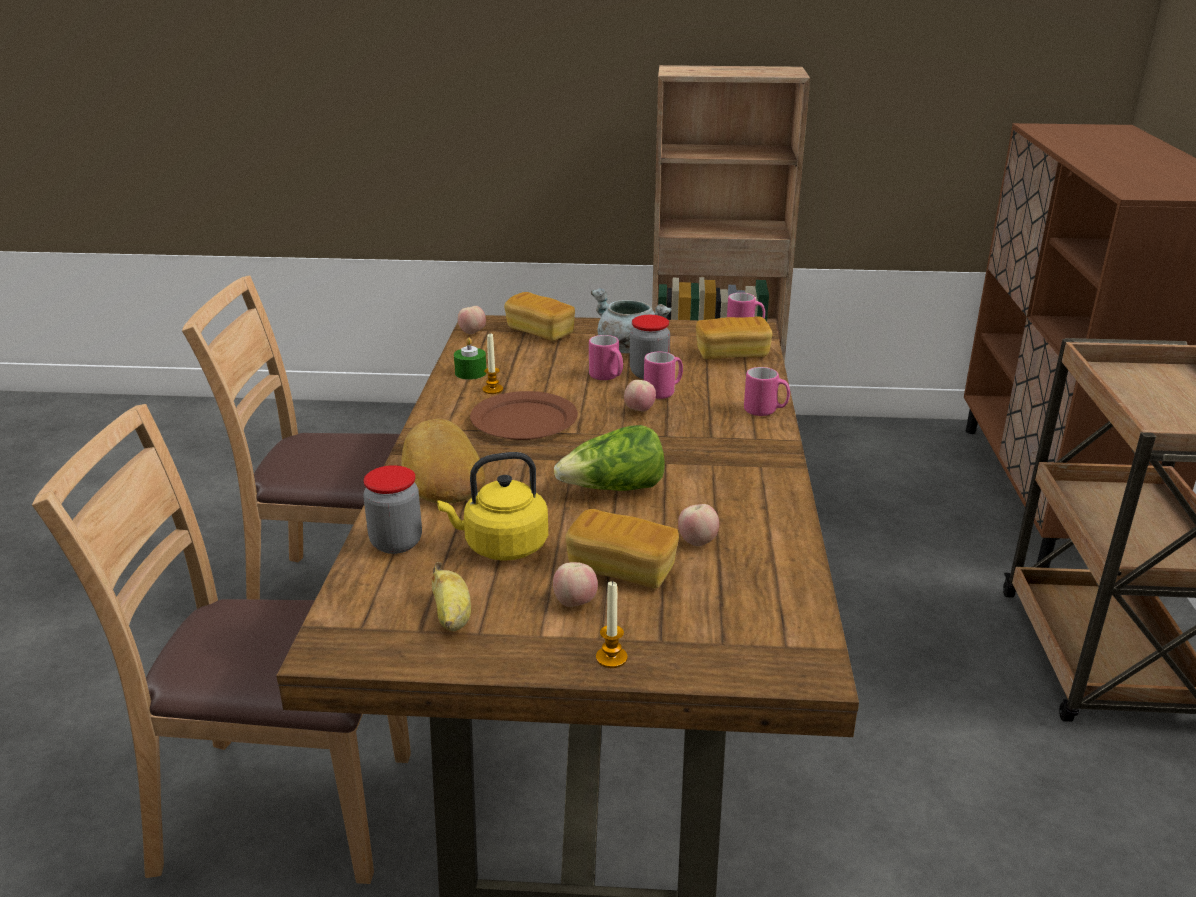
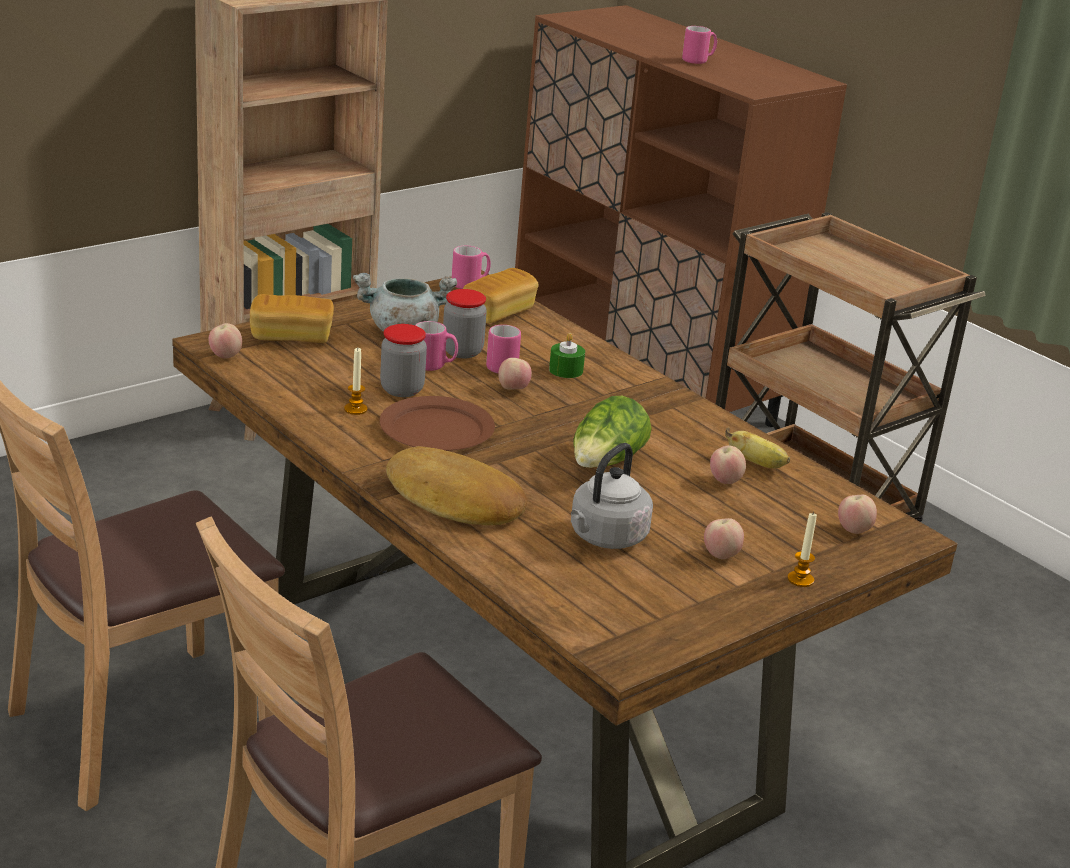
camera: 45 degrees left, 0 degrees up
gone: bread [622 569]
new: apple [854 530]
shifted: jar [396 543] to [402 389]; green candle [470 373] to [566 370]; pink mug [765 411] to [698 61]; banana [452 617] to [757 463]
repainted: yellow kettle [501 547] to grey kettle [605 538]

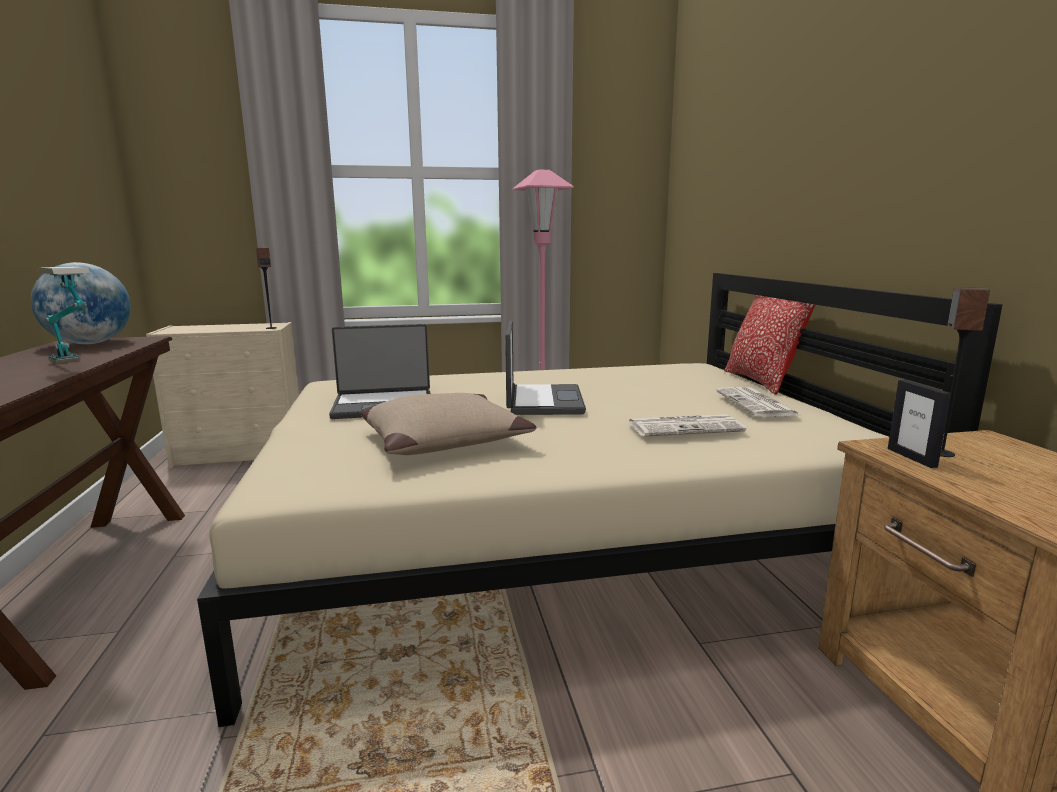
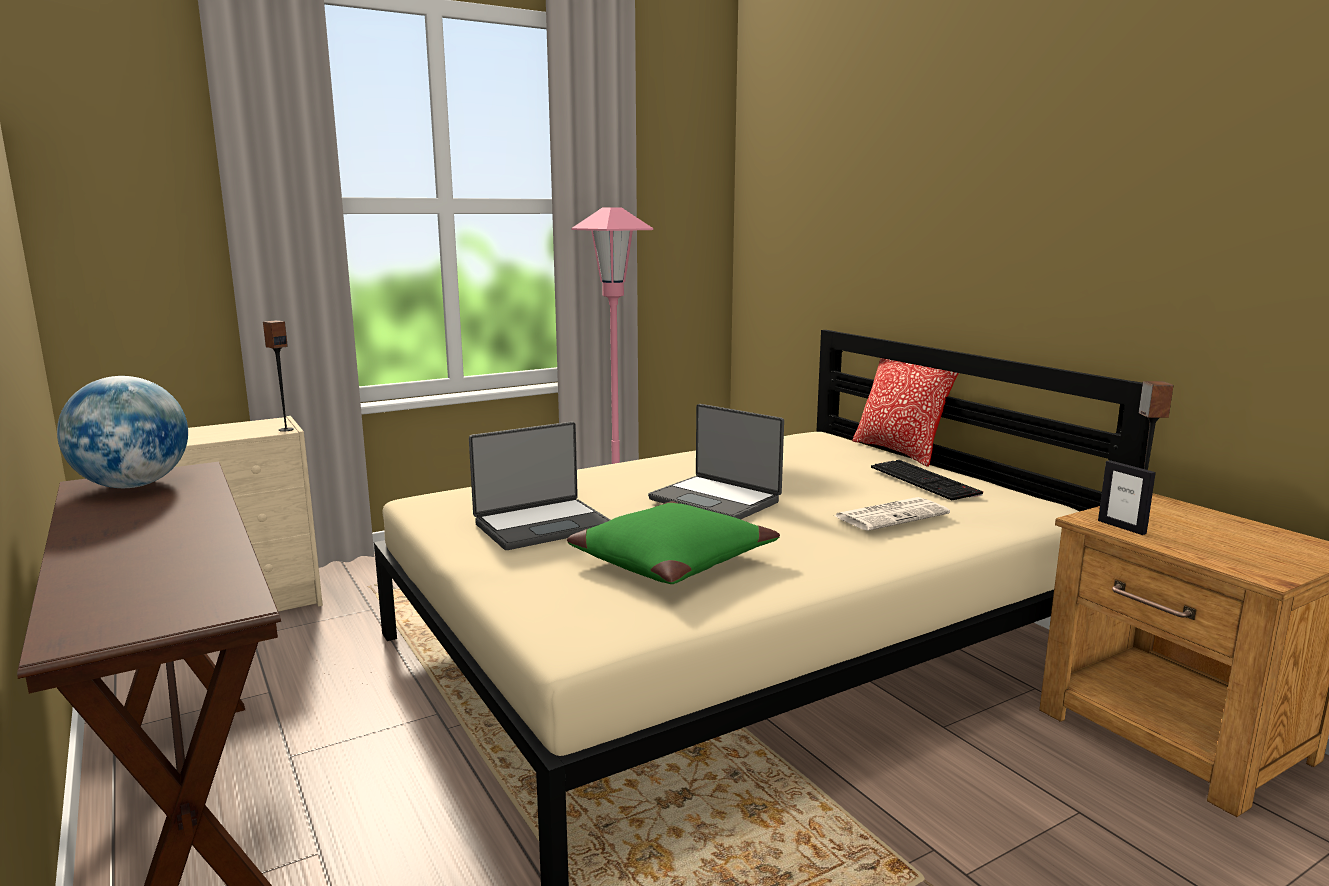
camera: 20 degrees left, 0 degrees up
gone: table lamp [77 364]
swapped: newspaper [757 404] to keyboard [926 480]
repainted: beige pillow [443 440] to green pillow [671 560]
rotated: laptop [542 401] = [716 500] 150 degrees clockwise

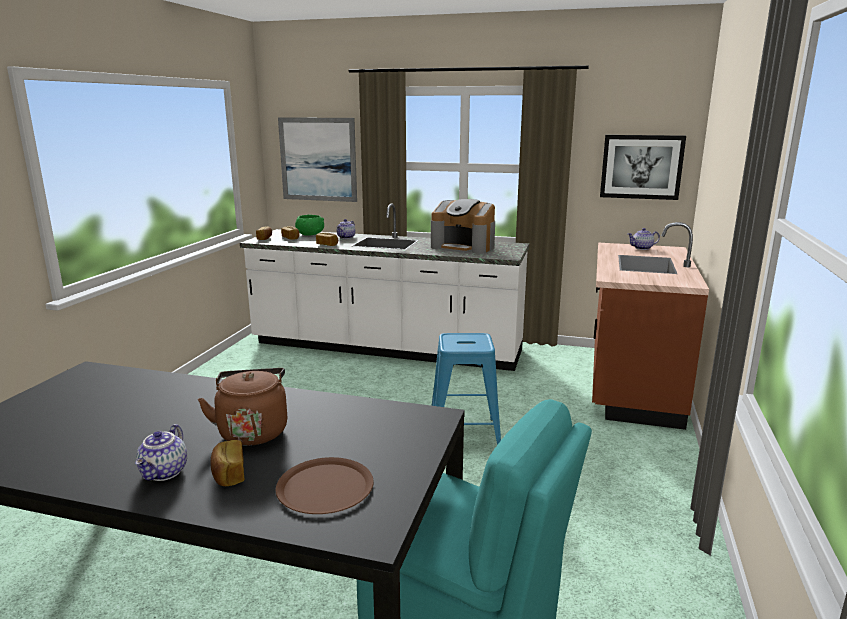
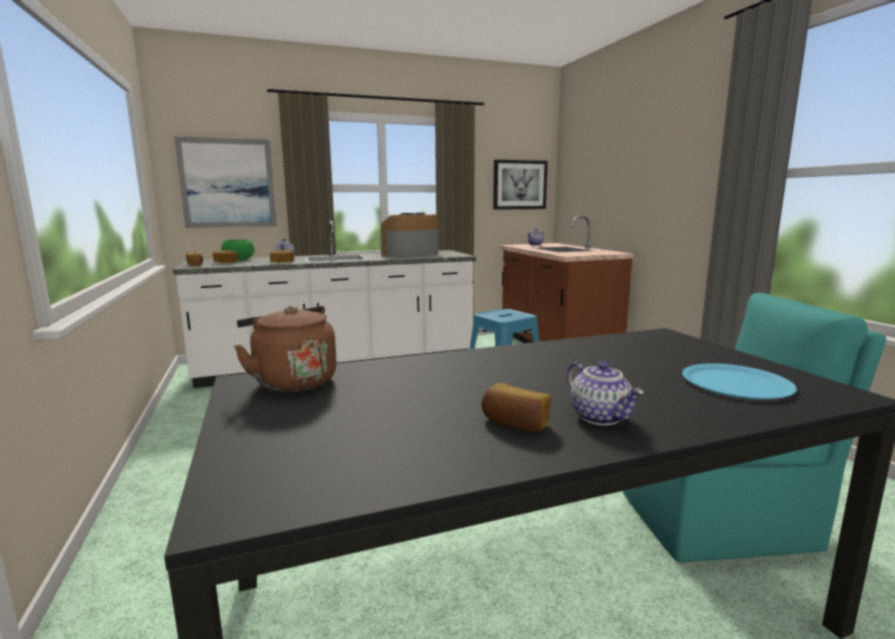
camera: 35 degrees left, 5 degrees down
shifted: brown kettle [253 431] to [292 381]; bread [228 474] to [515 423]
repainted: brown plate [325 487] to blue plate [735 383]
rotated: coffee machine [463 247] = [410 254] 150 degrees clockwise

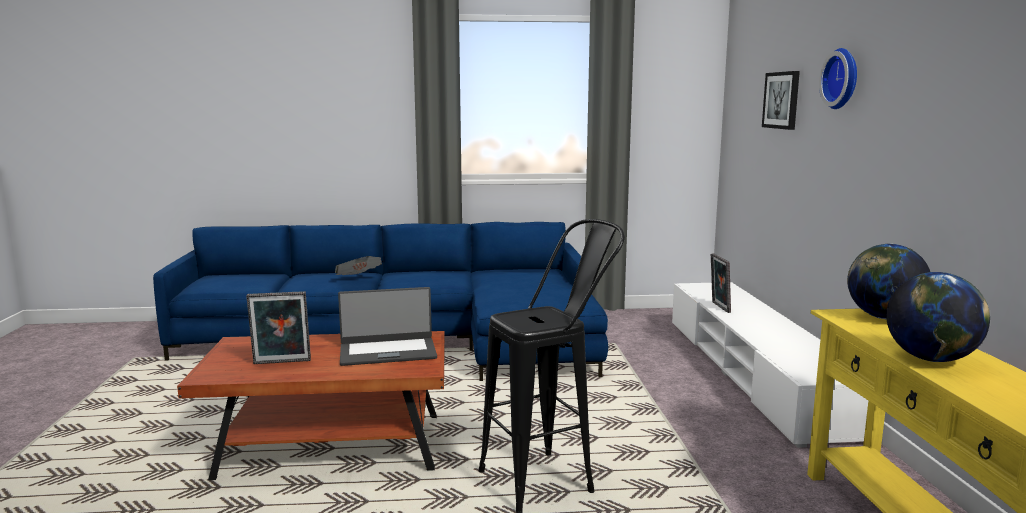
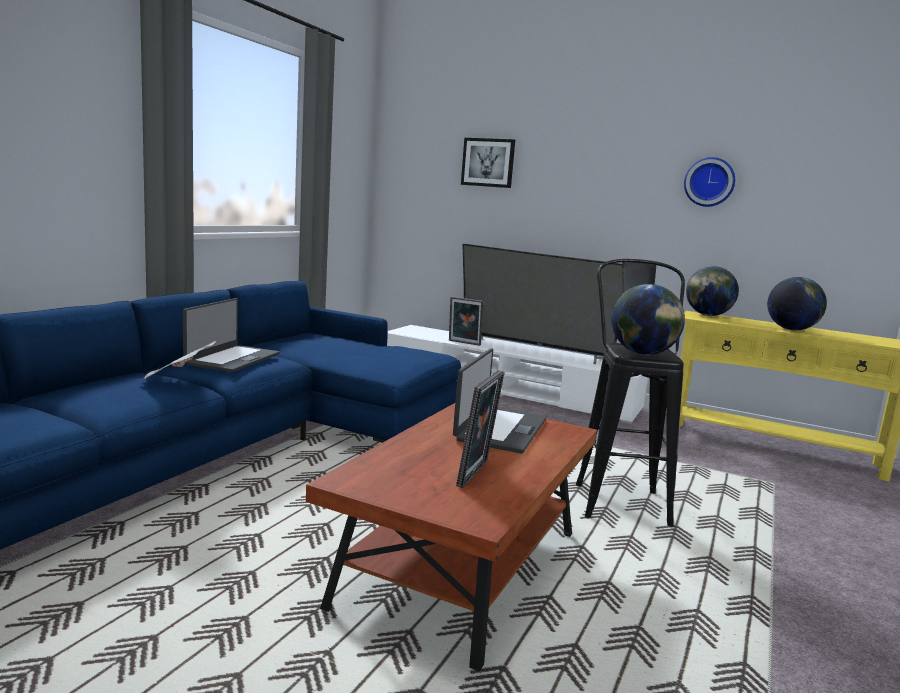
camera: 60 degrees left, 0 degrees up
new: laptop [232 359]; television [534 350]; globe [642 354]
shifted: wall clock [843 79] to [709 182]

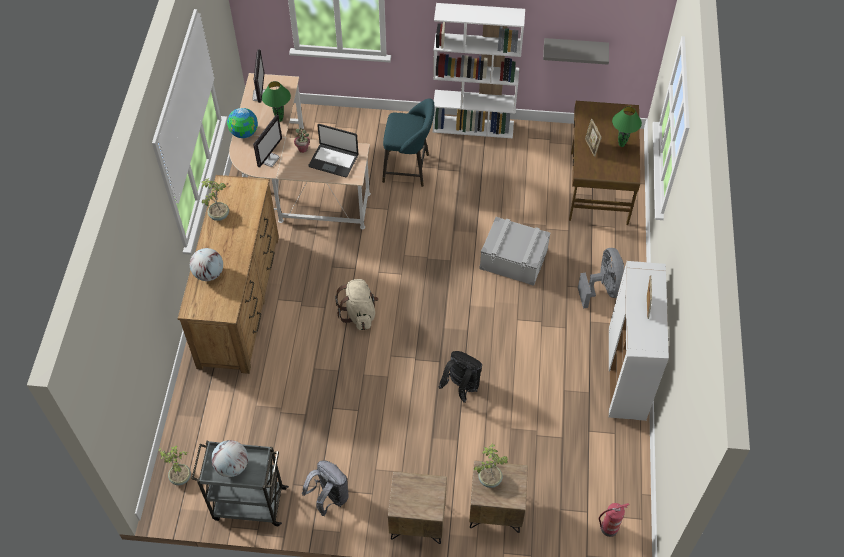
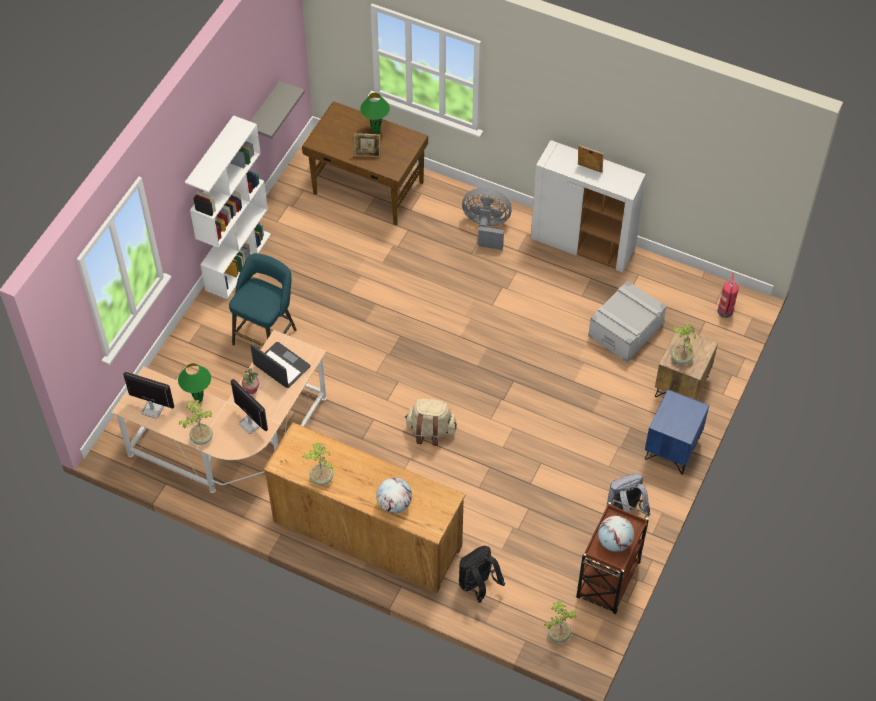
camera: 70 degrees left, 0 degrees up
shifted: black backpack [461 387] to [478 585]; grey storage box [513 259] to [625 330]
swapped: globe [244 133] to potted plant [201 437]
repainted: grey cart [248 503] to brown cart [607 581]; brown nightstand [417 521] to blue nightstand [672 449]
rotated: laptop [333 160] = [281 366] 90 degrees counterclockwise

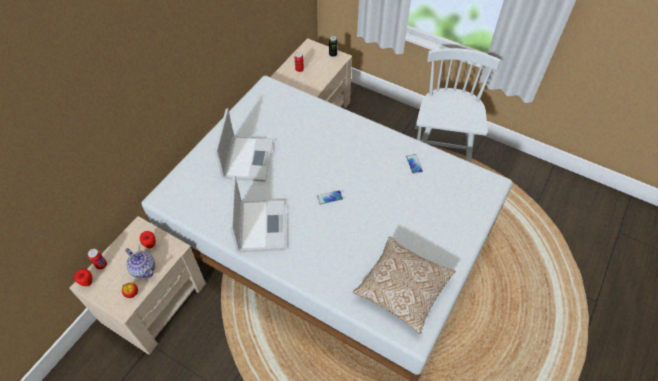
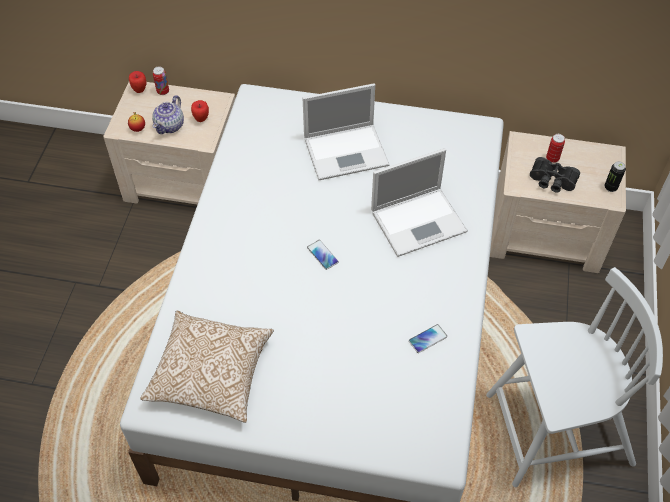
camera: 70 degrees right, 0 degrees up
new: black binoculars [552 181]
shifted: laptop [261 224] to [420 221]

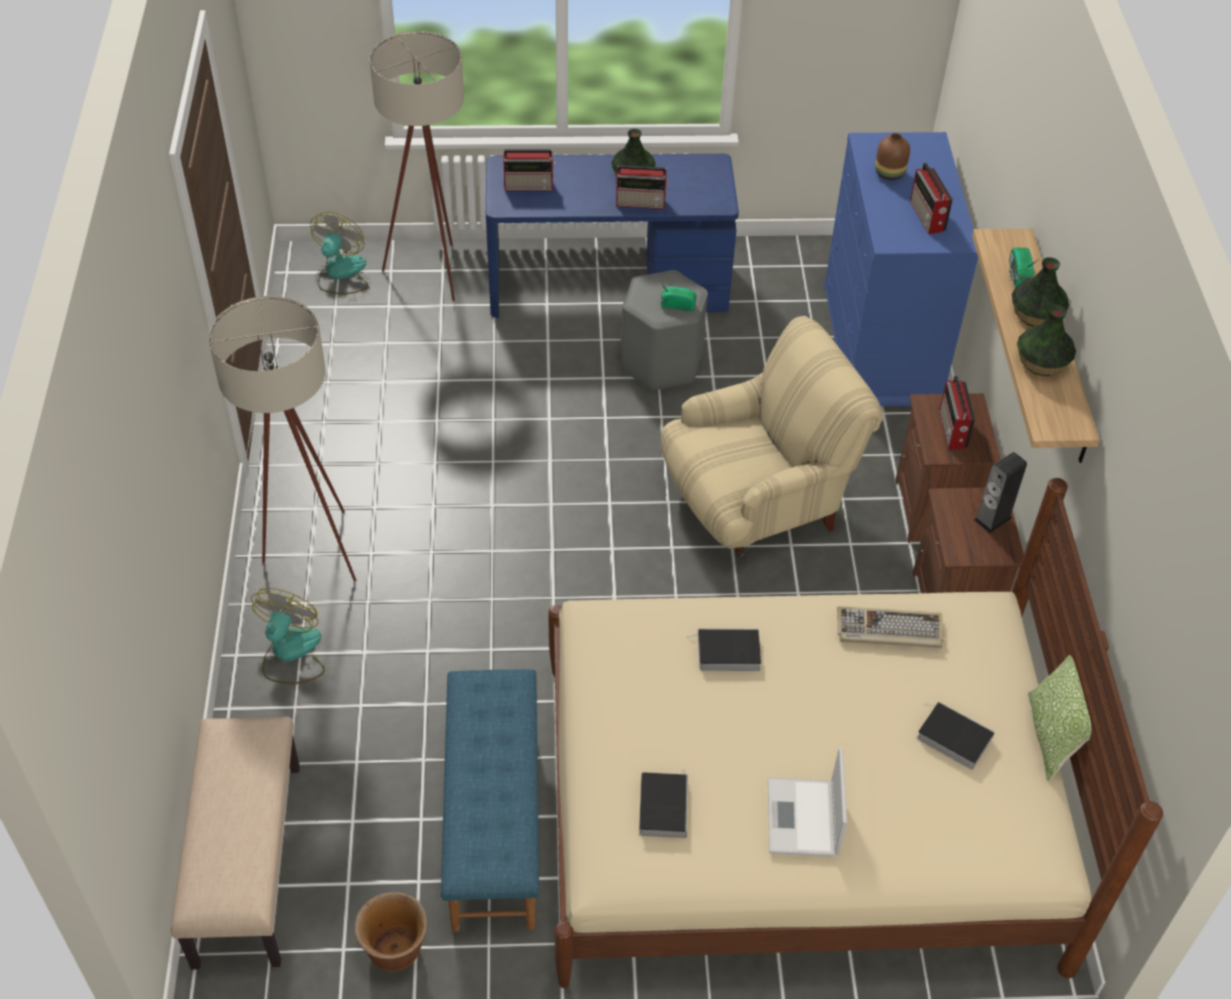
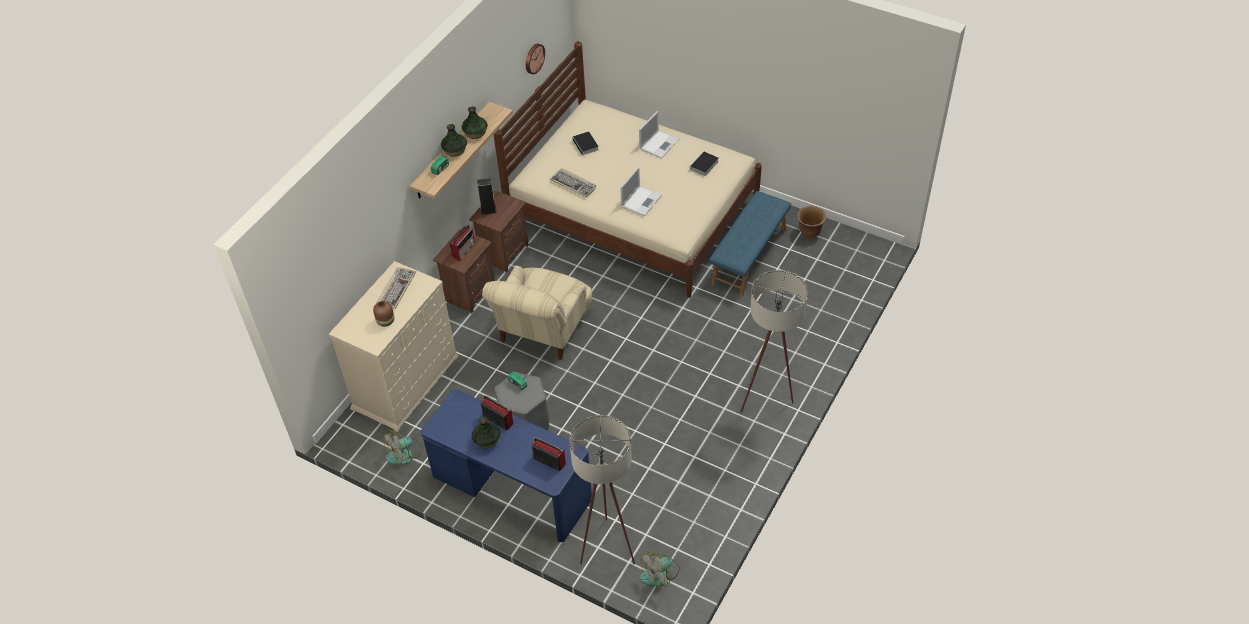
camera: 145 degrees left, 0 degrees up
gone: beige bench [246 863]; pillow [1052 736]
new: wall clock [533 58]
shifted: fan [291 653] to [405 454]
swapped: radio [927 217] to keyboard [396 288]; book [726 653] to laptop [641 200]
repainted: blue dresser [882 345] to beige dresser [405 382]
rotated: beige armchair [757 501] = [543 330] 75 degrees counterclockwise

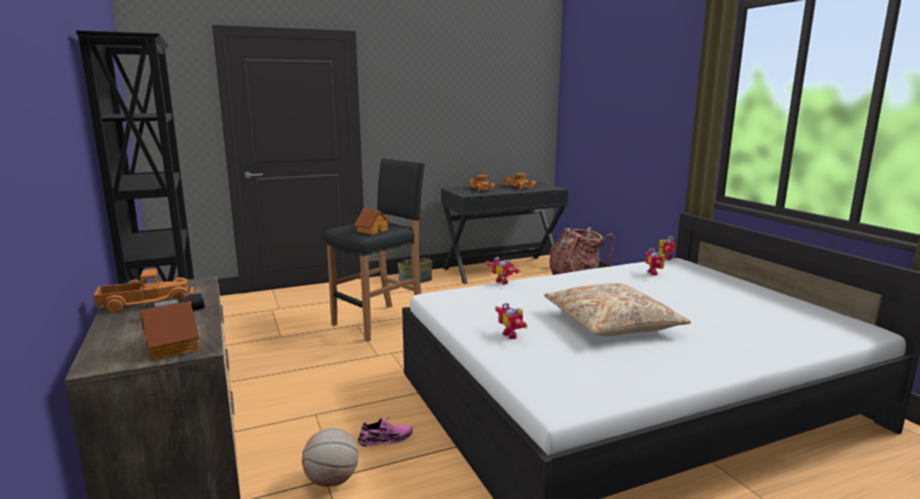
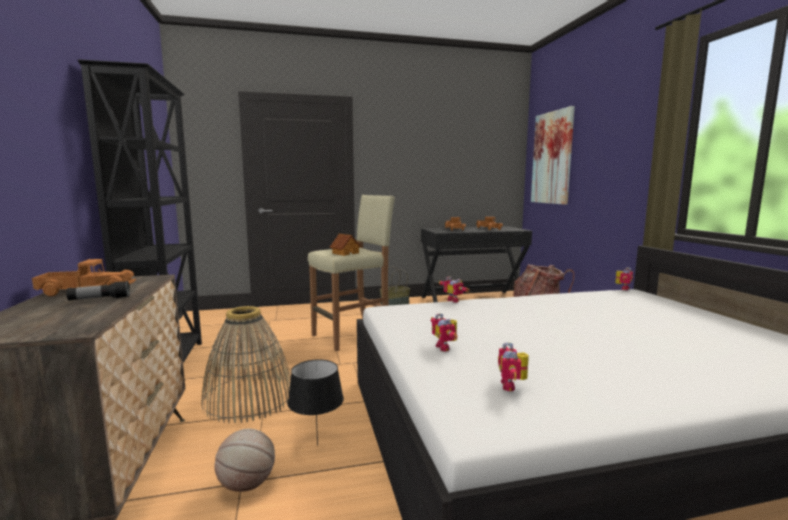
camera: 10 degrees right, 5 degrees down
gone: toy house [173 346]; beige pillow [612 323]
new: basket [249 399]; picture [552 158]
shifted: toy robot [655 273] to [512 386]
swapped: pink shoe [386 439] to black table lamp [317 445]
repainted: black stool [380 322] to beige stool [353 335]

